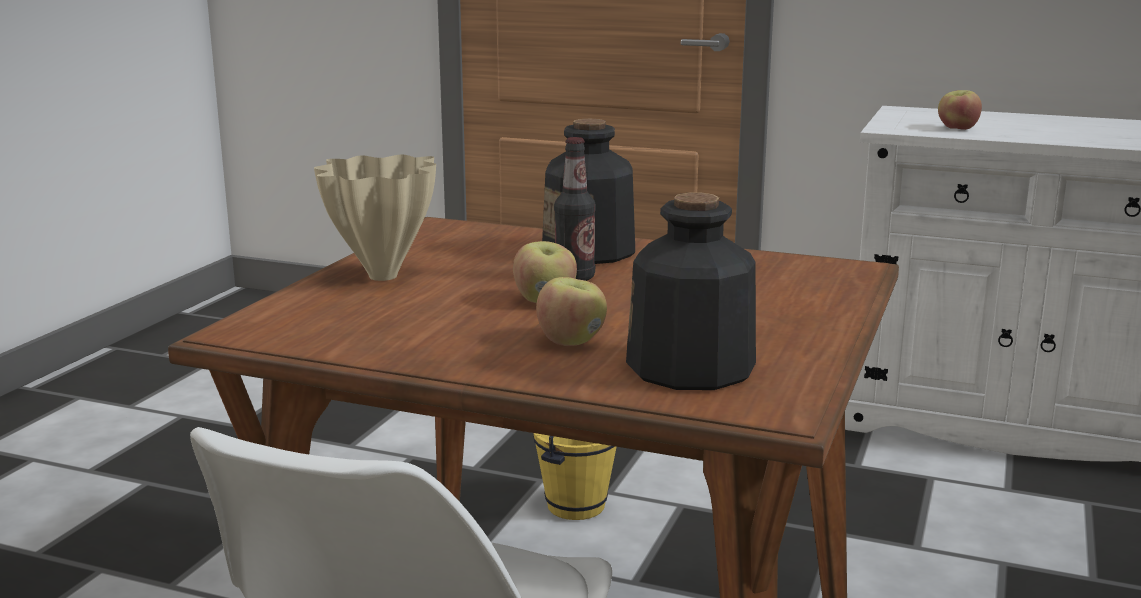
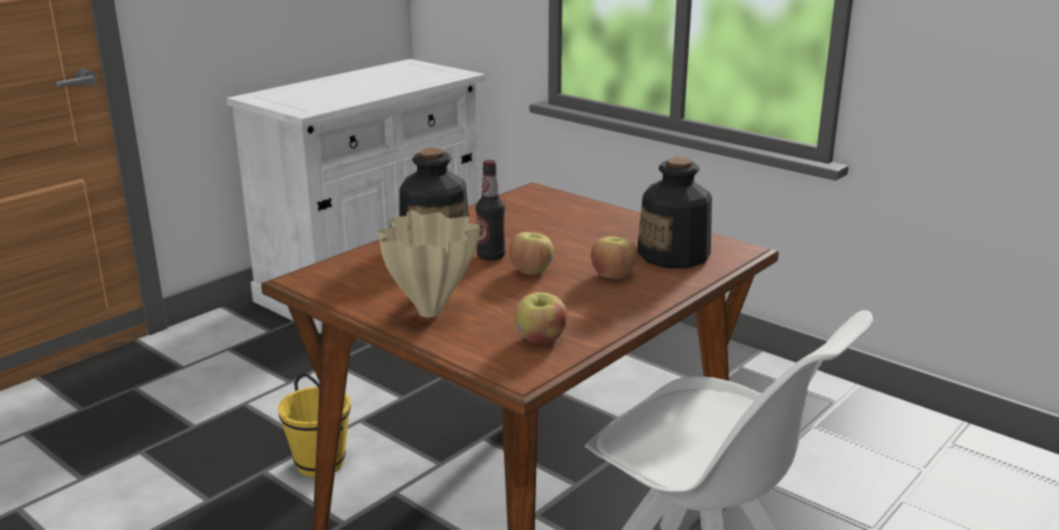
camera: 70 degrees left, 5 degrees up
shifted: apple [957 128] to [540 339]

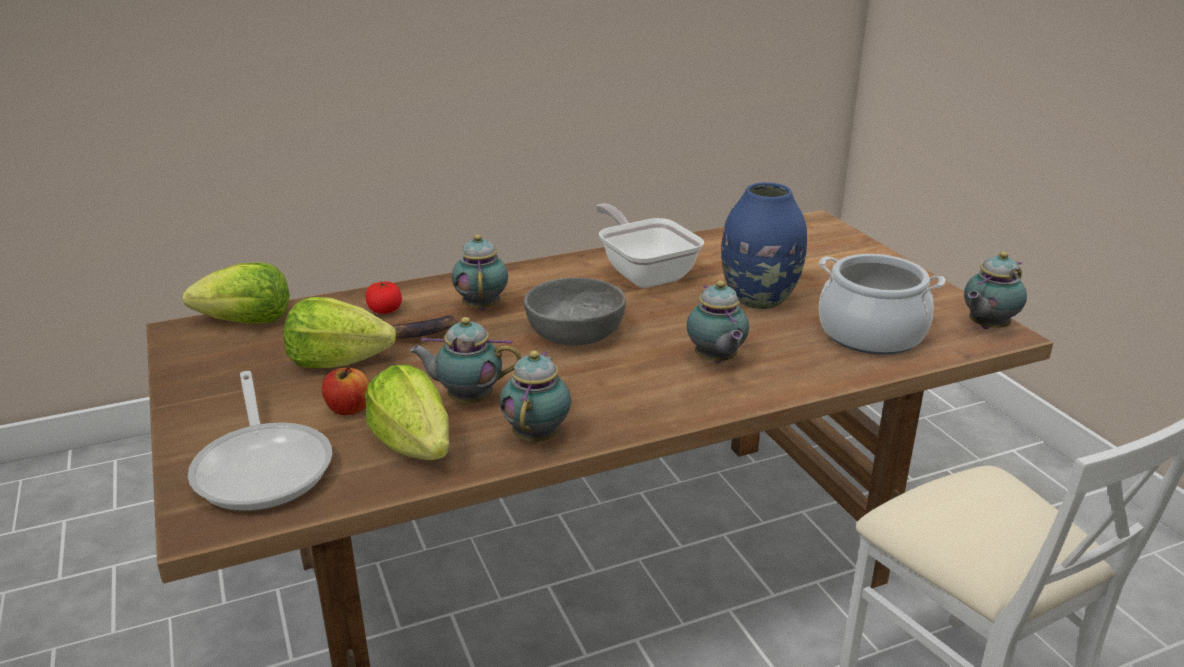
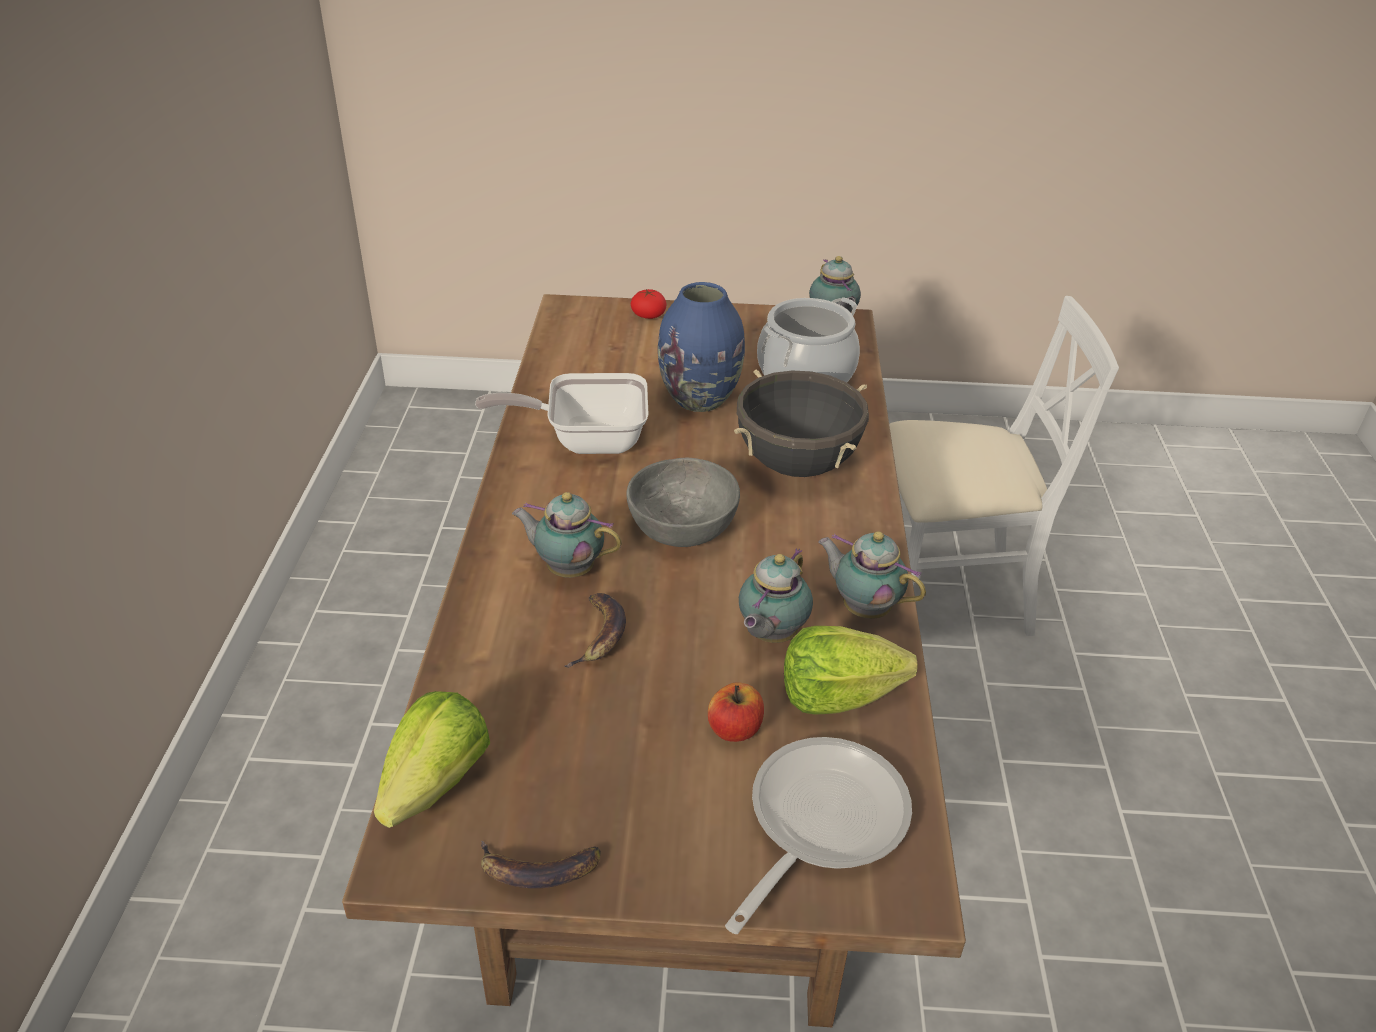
camera: 65 degrees left, 10 degrees up
gone: lettuce [338 361]
new: banana [537 871]
shifted: tomato [385 309] to [648 315]
swapped: teapot [715 361] to black cooking pot [796 465]
rotated: frying pan [264 466] = [819 822] 60 degrees counterclockwise

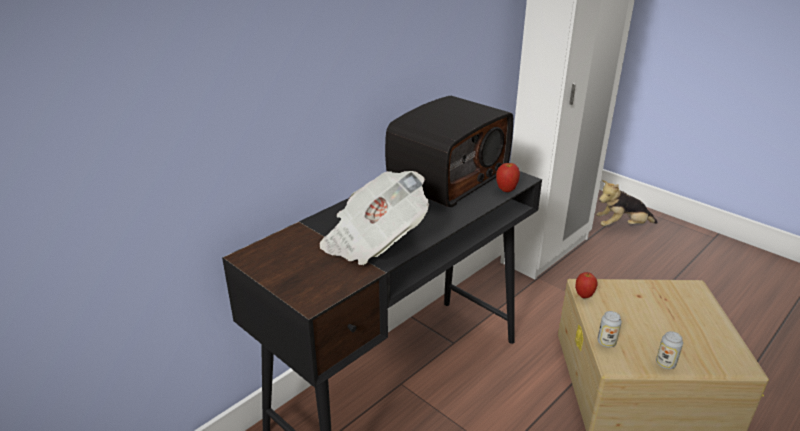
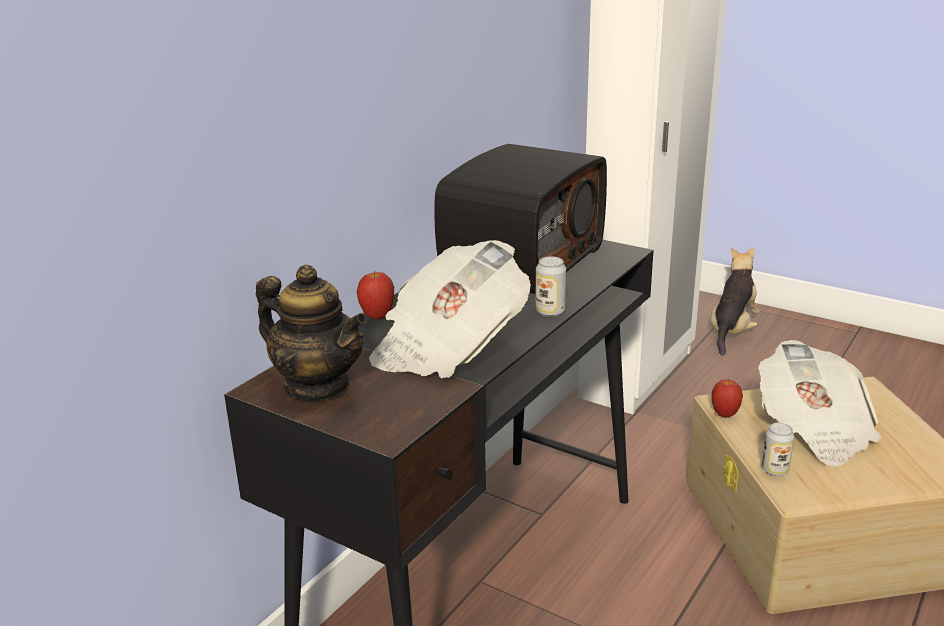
camera: 10 degrees left, 5 degrees down
new: teapot [318 386]; newspaper [814 430]
shifted: apple [506 190] to [377 316]; can [665 363] to [550 312]
rotated: plush toy [622 226] = [732 331] 135 degrees clockwise

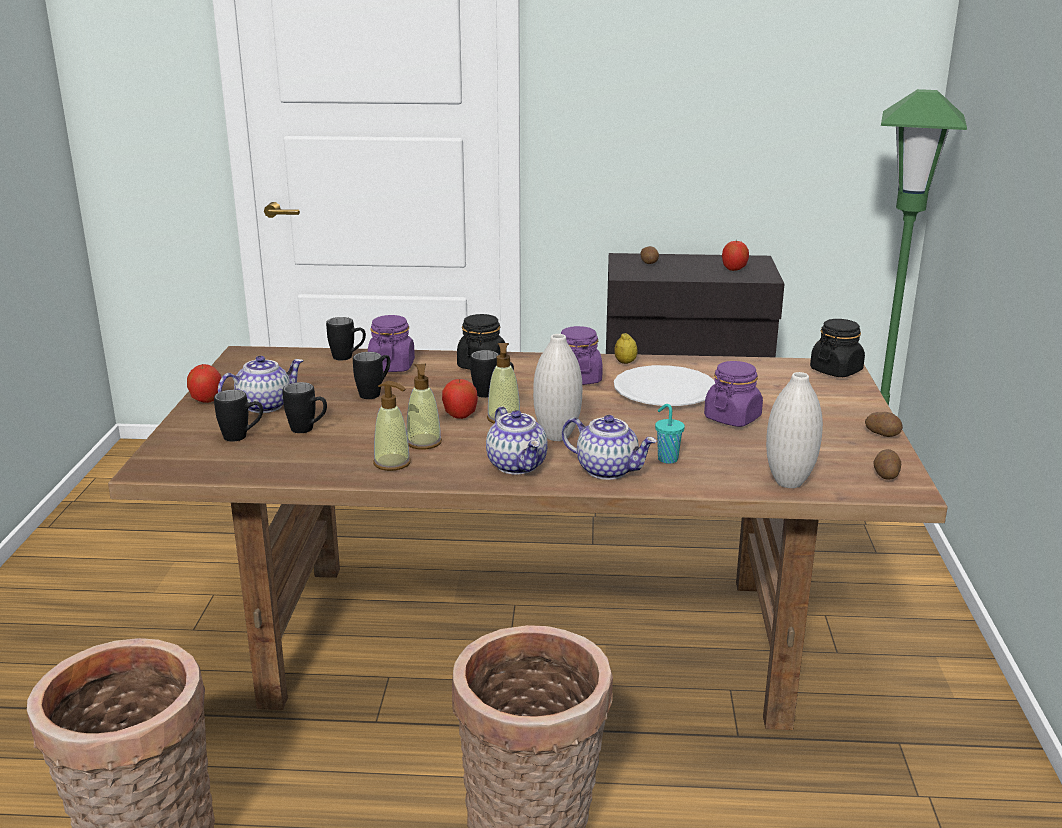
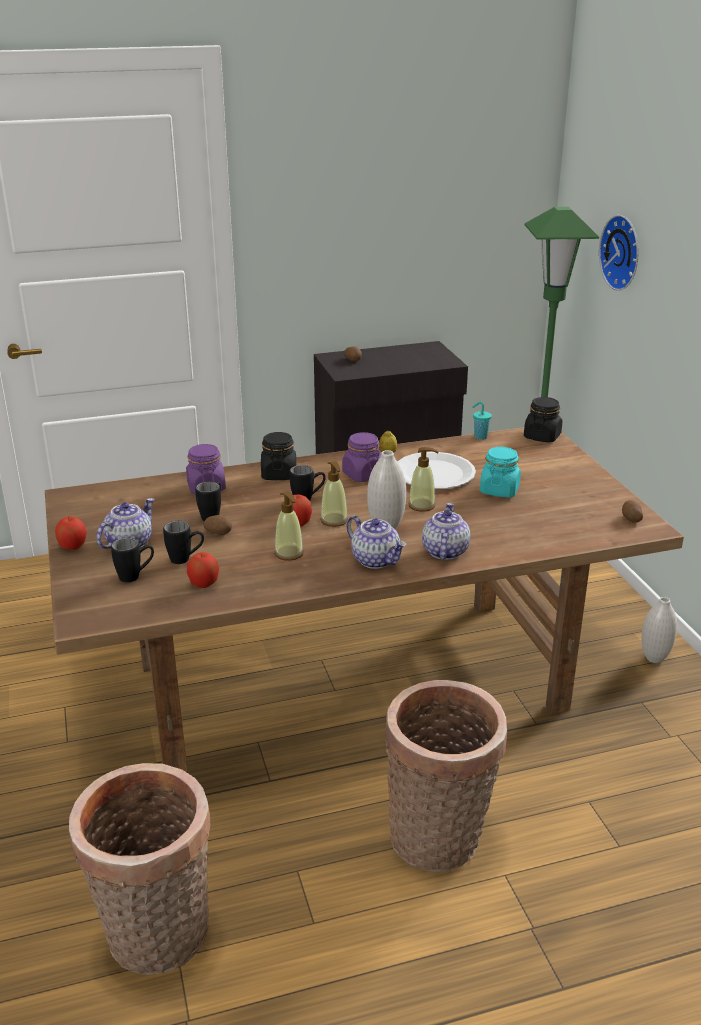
camera: 20 degrees left, 5 degrees up
gone: black mug [348 358]
new: wall clock [623 252]
shifted: apple [734 269] to [204 584]; potato [883 433] to [218 532]; soap dispenser [392 463] to [422 505]; turquoise cup [666 459] to [479 437]; white vase [789 482] to [654 658]
repainted: purple jar [732 418] to turquoise jar [499 490]
rotated: teapot [608 470] = [444 551] 90 degrees counterclockwise

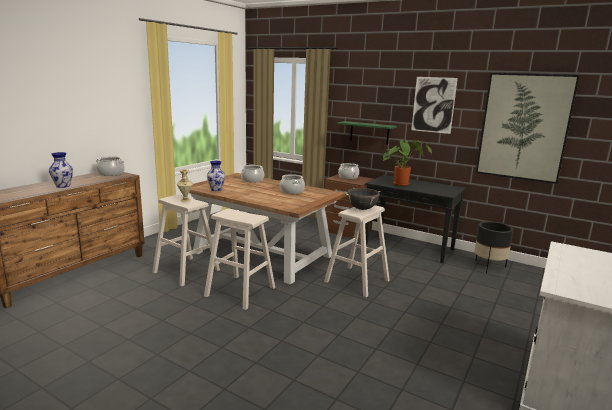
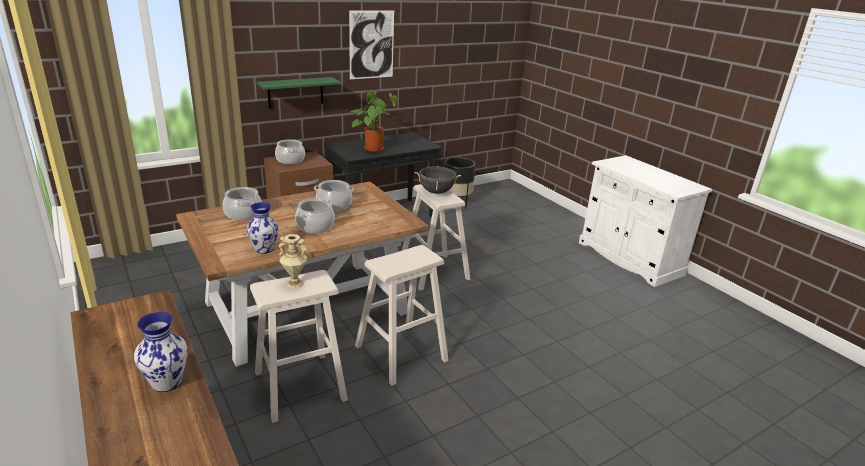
camera: 65 degrees left, 10 degrees up
gone: picture [523 127]
shifted: cooking pot [111 173] to [315 226]

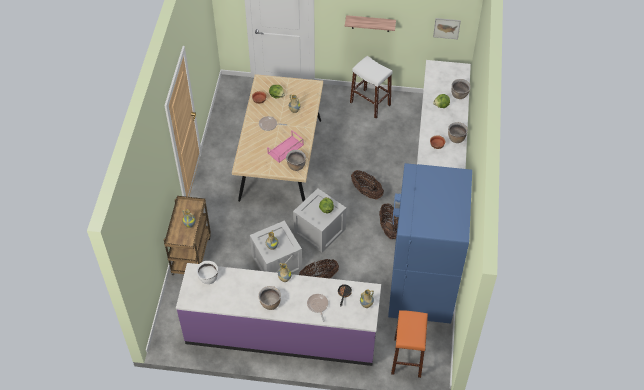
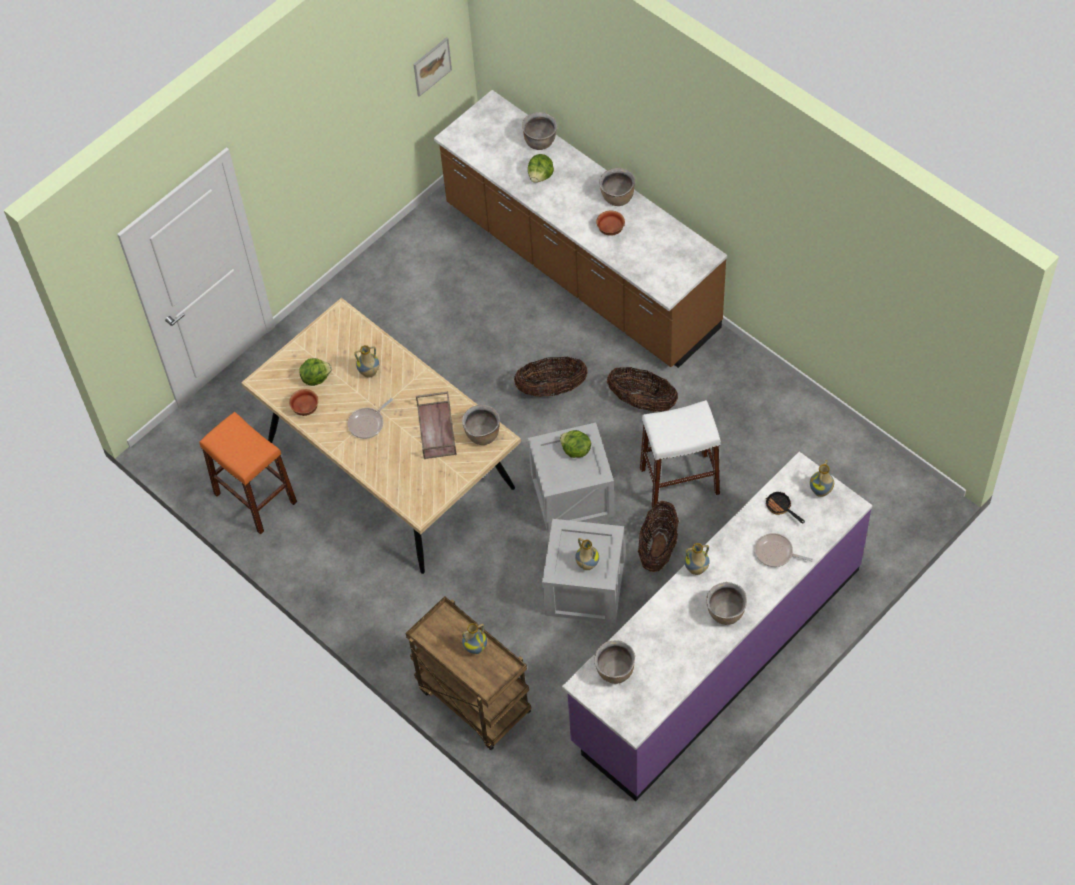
camera: 50 degrees left, 5 degrees up
gone: shelf [370 23]; blue fridge [421 287]
shifted: orange stool [407 357] to [255 498]; white stool [370 103] to [679 481]
repainted: pink tray [285 149] to brown tray [437 430]; white cooking pot [208 278] to brown cooking pot [615 672]

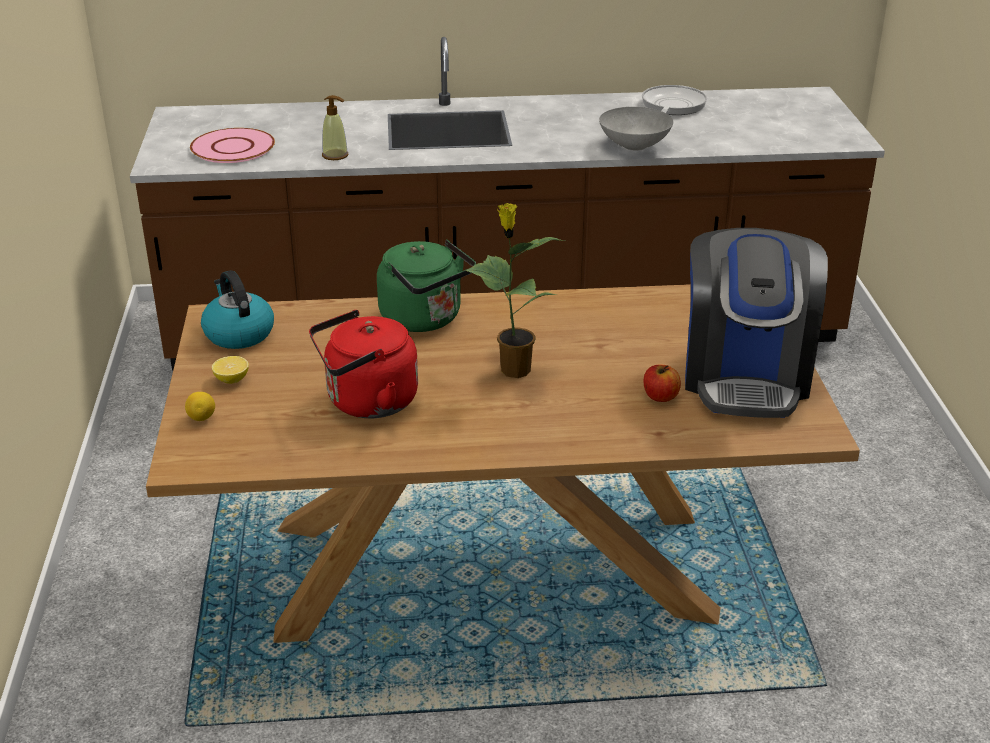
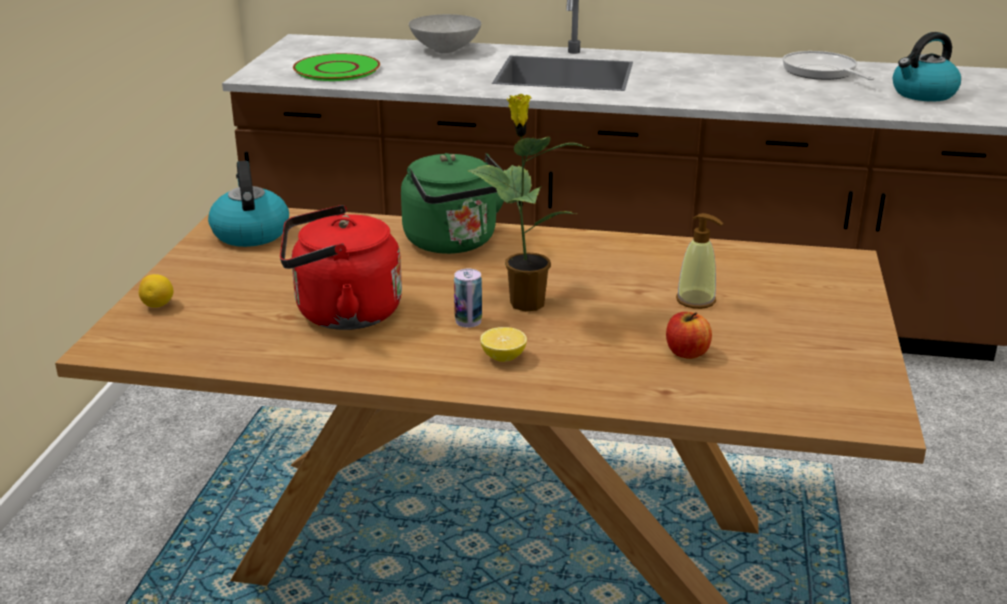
camera: 15 degrees right, 5 degrees down
gone: coffee machine [746 376]
new: can [468 321]; kettle [923 94]
shifted: grey bowl [635 146] to [447 50]; lemon [232 380] to [503 357]; soap dispenser [335 155] to [696 300]
repainted: pink plate [233 148] to green plate [337 69]
rotated: frying pan [672 106] = [821 72] 60 degrees counterclockwise

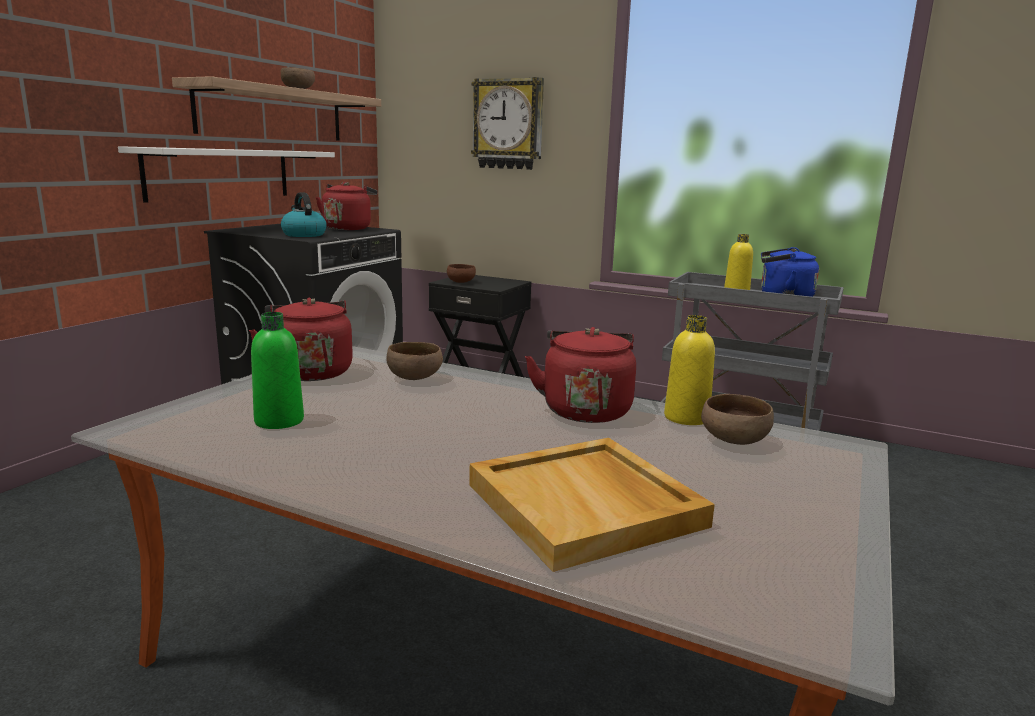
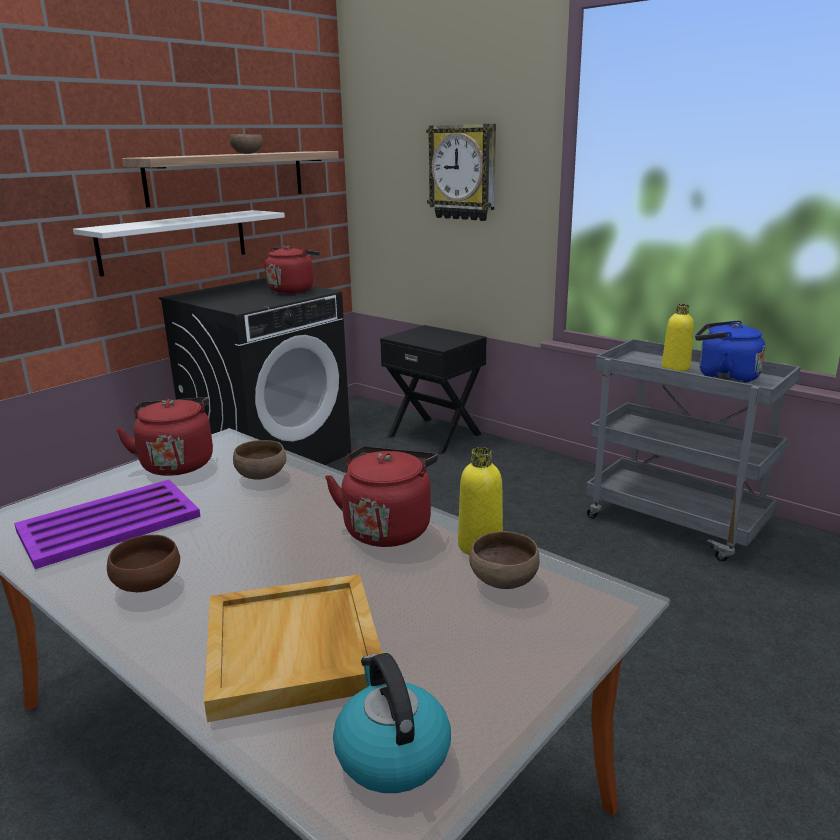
camera: 15 degrees right, 5 degrees up
shifted: brown bowl [461 282] to [149 584]; kettle [303 235] to [391 753]
swapped: green bottle [279 421] to purple tray [111 523]

